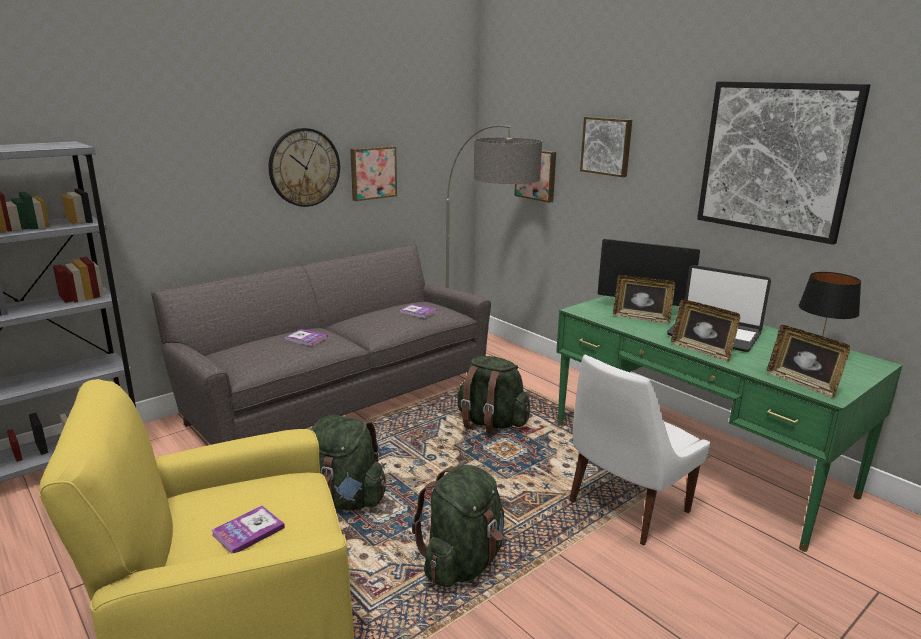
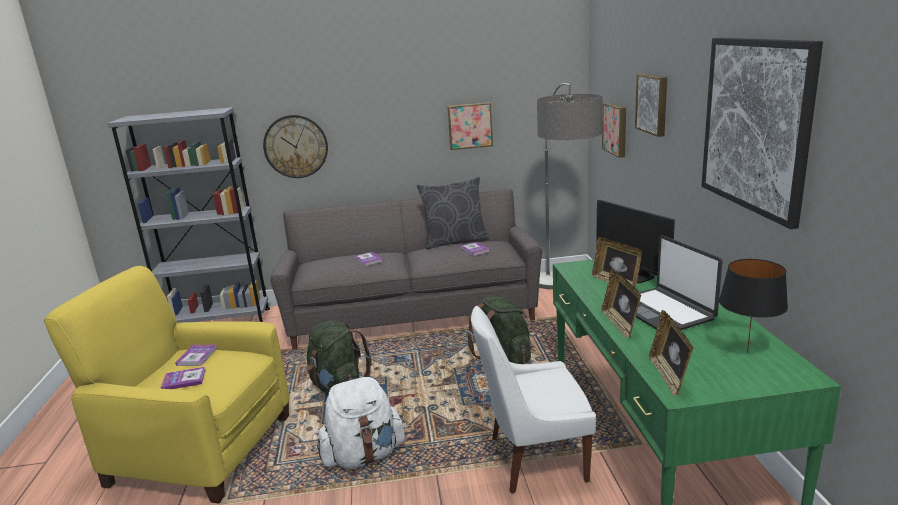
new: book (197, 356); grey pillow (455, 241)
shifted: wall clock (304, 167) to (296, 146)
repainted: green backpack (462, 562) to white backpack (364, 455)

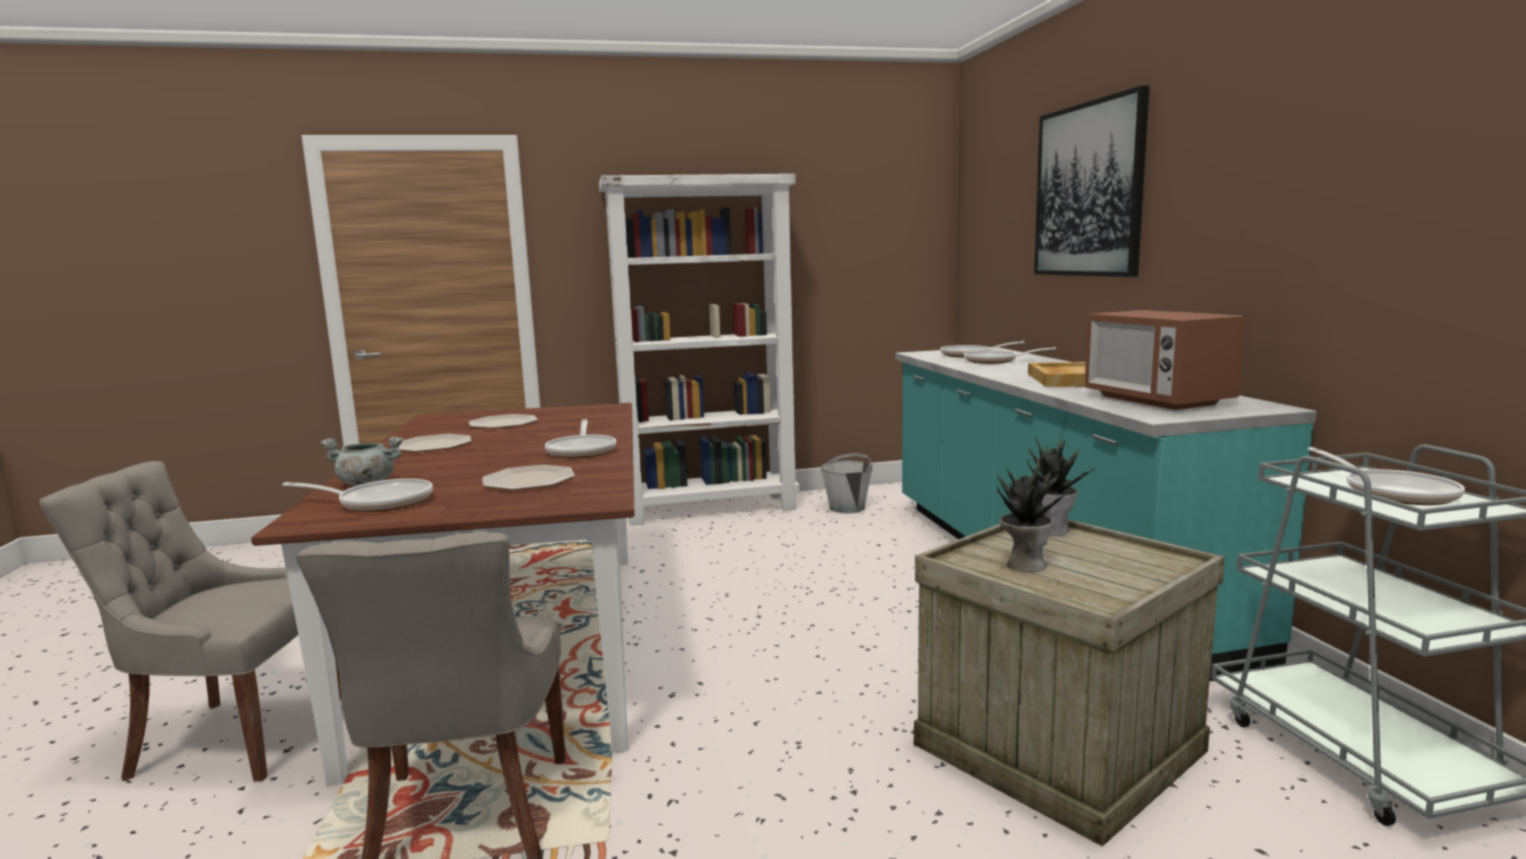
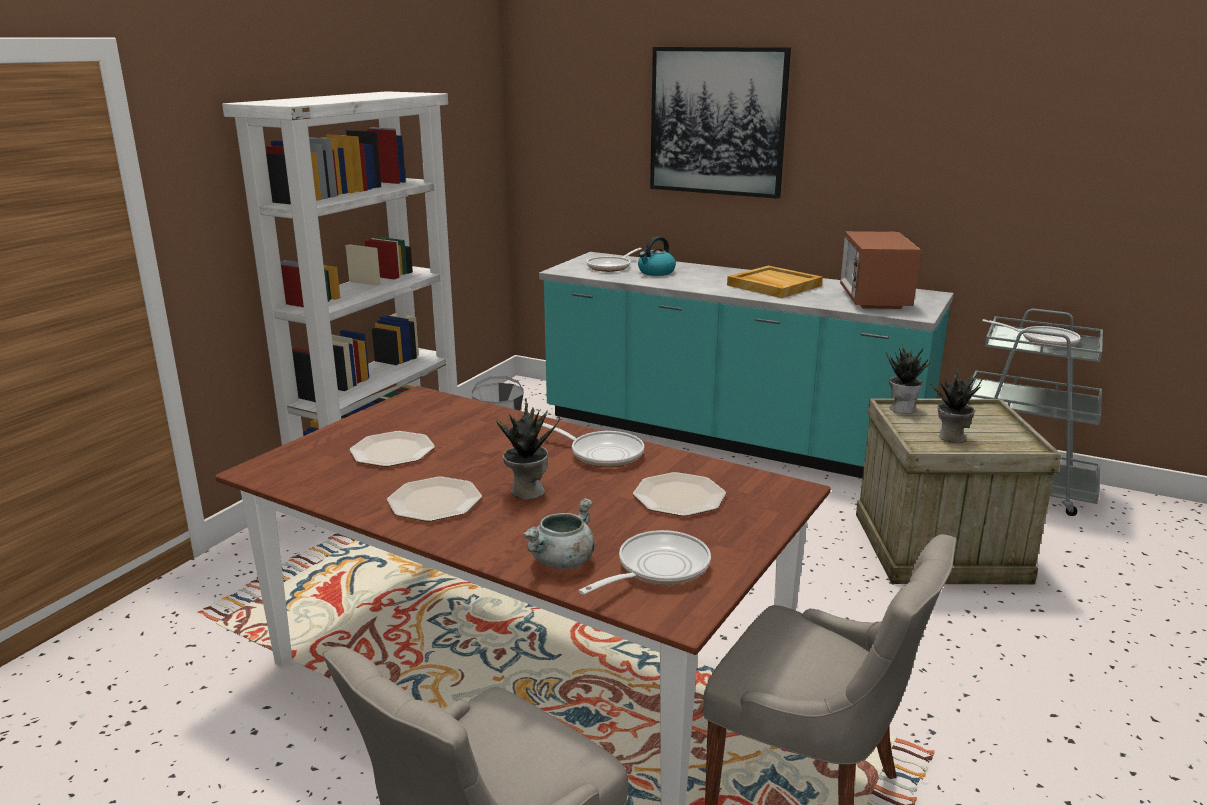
new: potted plant (526, 491)
swapped: frying pan (995, 361) to kettle (656, 272)
rotated: microwave (1156, 400) = (873, 299) 75 degrees clockwise

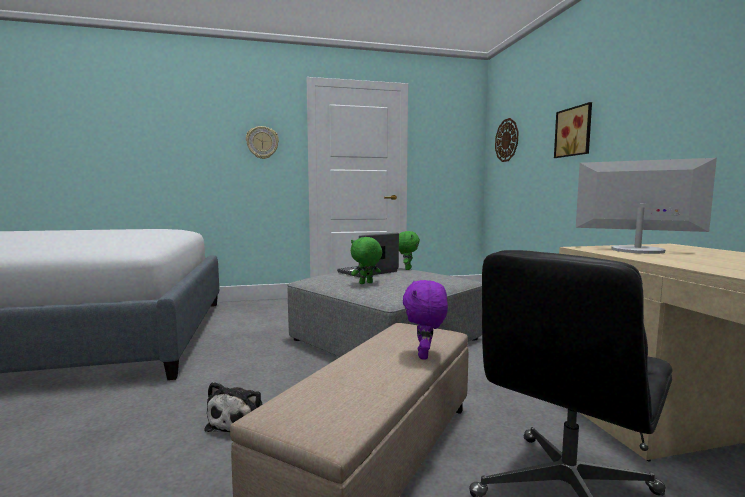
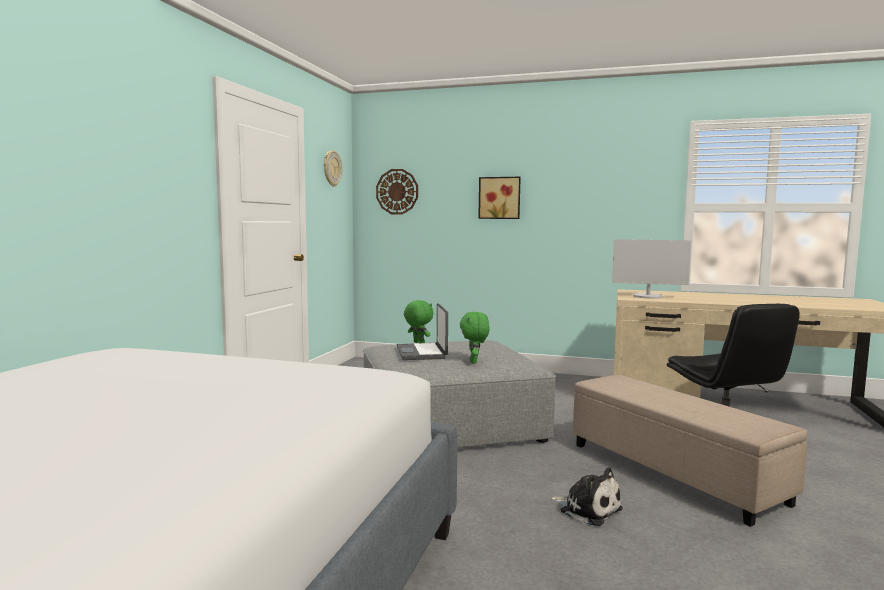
gone: purple plush toy (425, 355)
shifted: wall clock (262, 142) to (331, 168)
rotated: monitor (637, 250) = (648, 296) 135 degrees counterclockwise

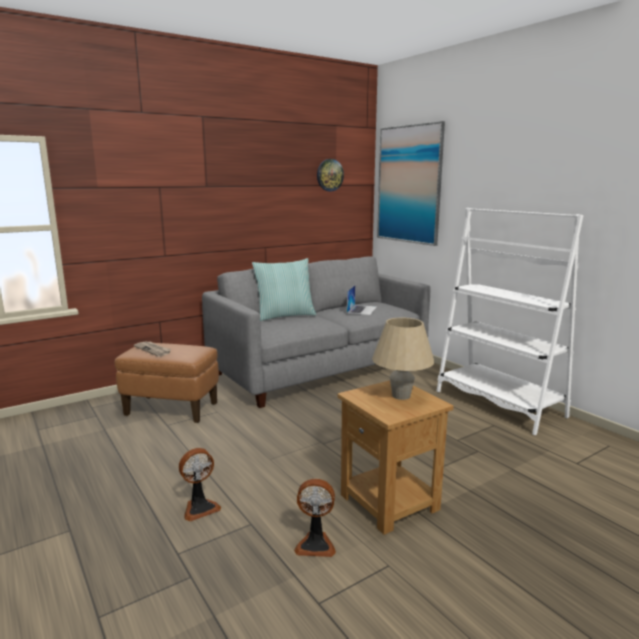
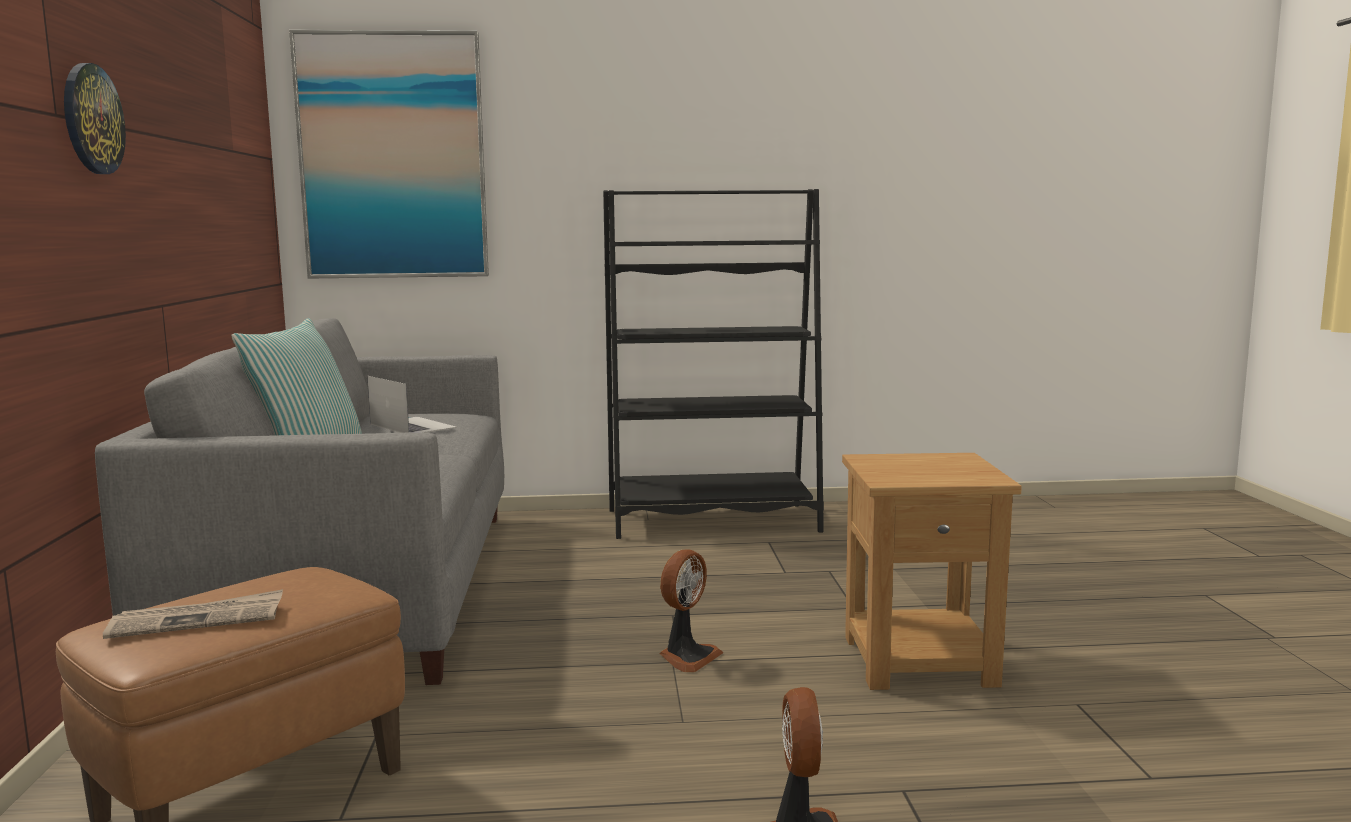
gone: beige table lamp (401, 396)
shifted: fan (315, 544) to (687, 657); wall clock (329, 175) to (92, 119)
repainted: white bookcase (499, 404) to black bookcase (712, 521)

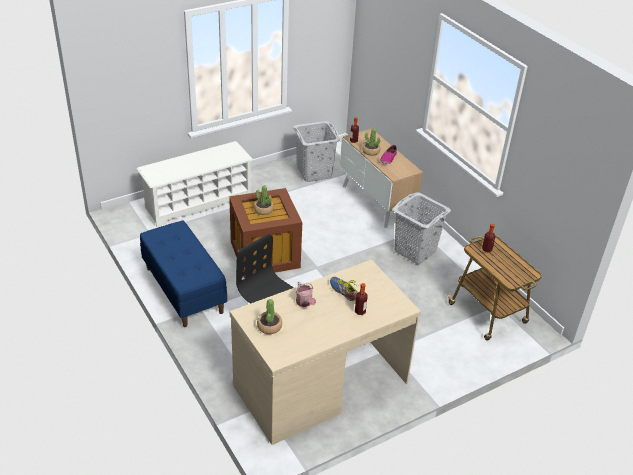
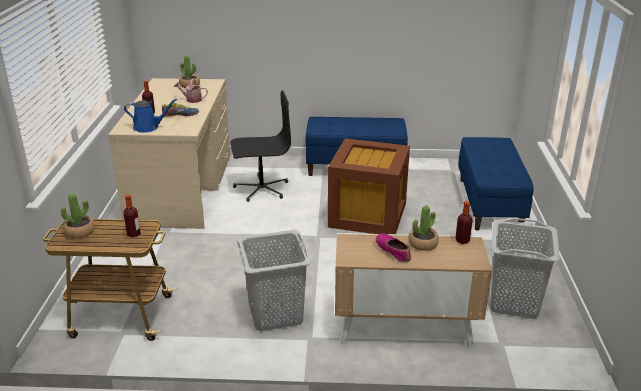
new: blue watering can (148, 127)
shifted: potted plant (263, 210) to (80, 232)
swapped: white shoe rack (198, 203) to blue bench (490, 204)

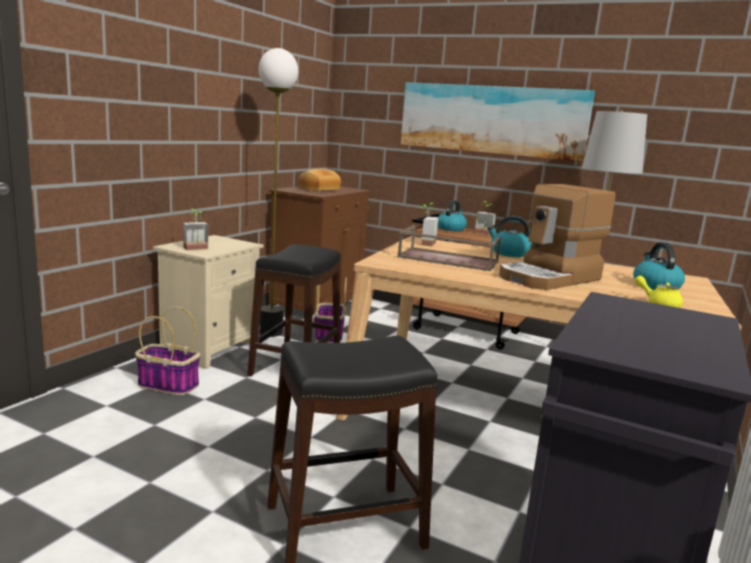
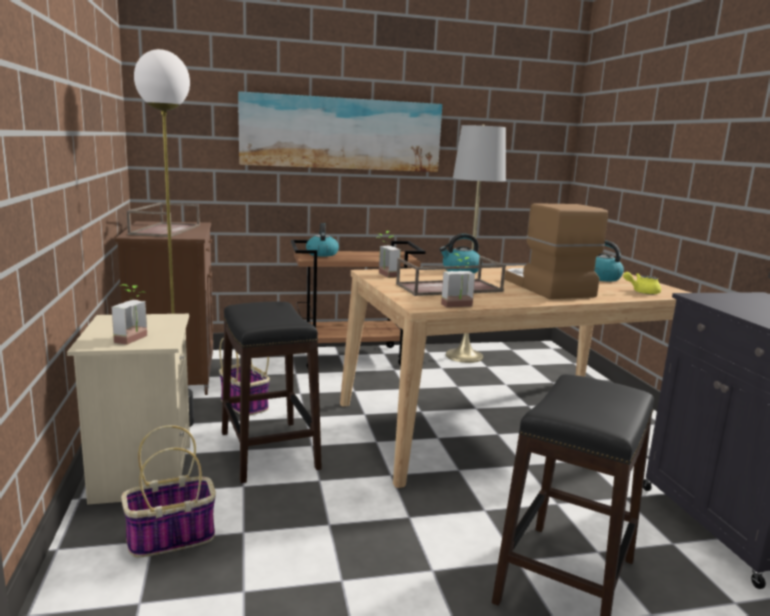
shifted: potted plant (483, 233) to (459, 306)
swapped: bread (318, 189) to brown tray (165, 230)
rotated: coffee machine (550, 278) = (546, 287) 150 degrees clockwise

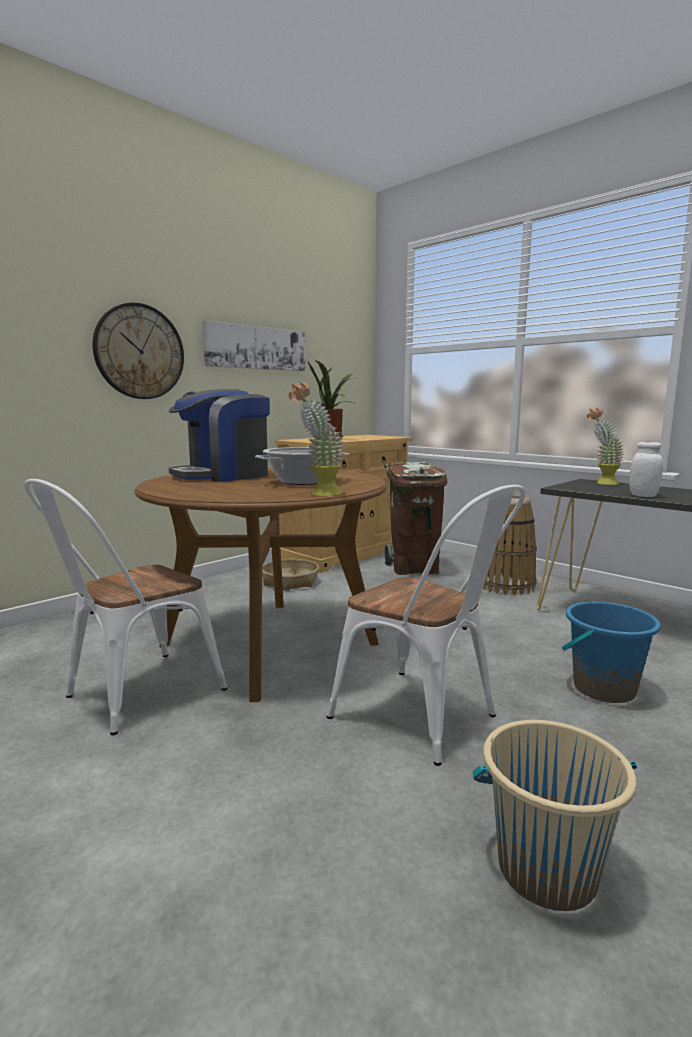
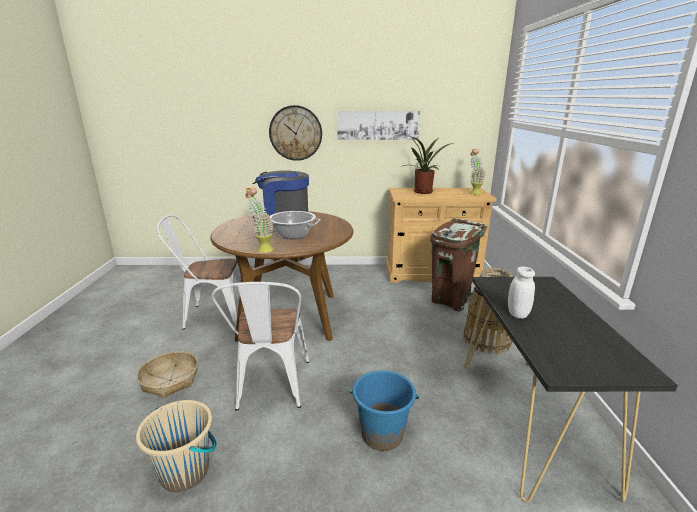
shifted: basket (290, 582) to (170, 380); potted plant (601, 483) to (473, 193)

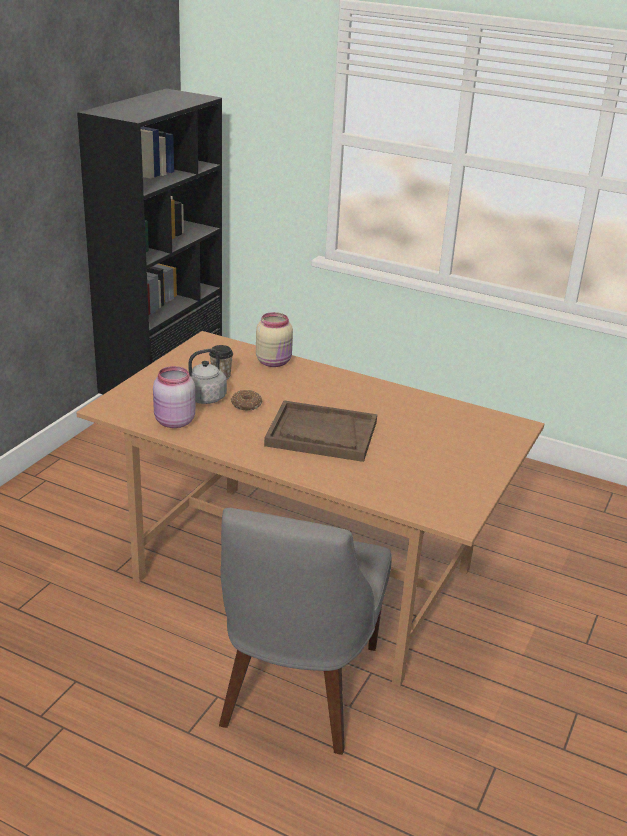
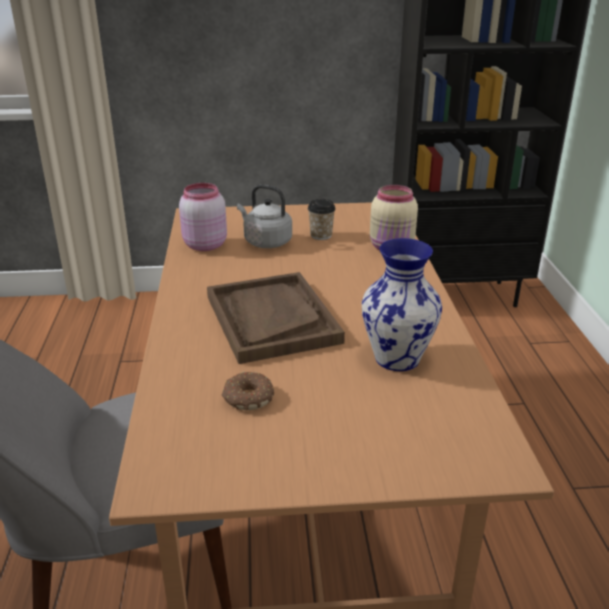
new: vase (397, 358)
shifted: donut (246, 405) to (247, 398)

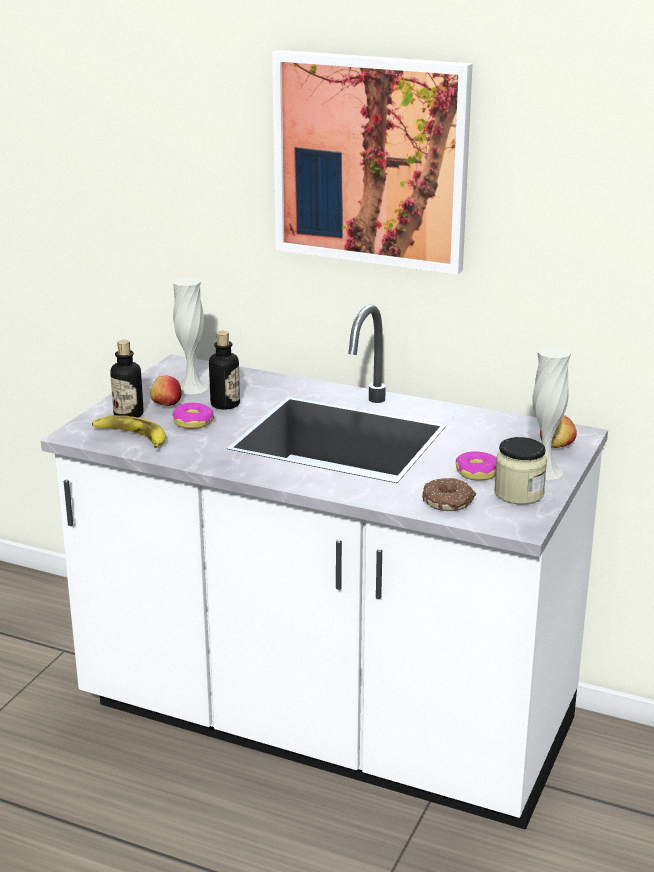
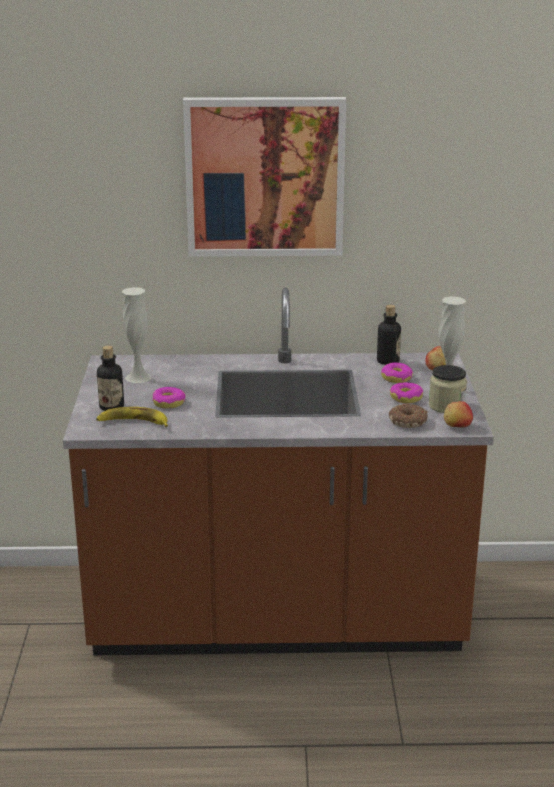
new: donut (396, 378)
shifted: apple (166, 404) to (457, 426); bottle (225, 404) to (388, 361)
repainted: white counter (327, 722) to brown counter (277, 619)

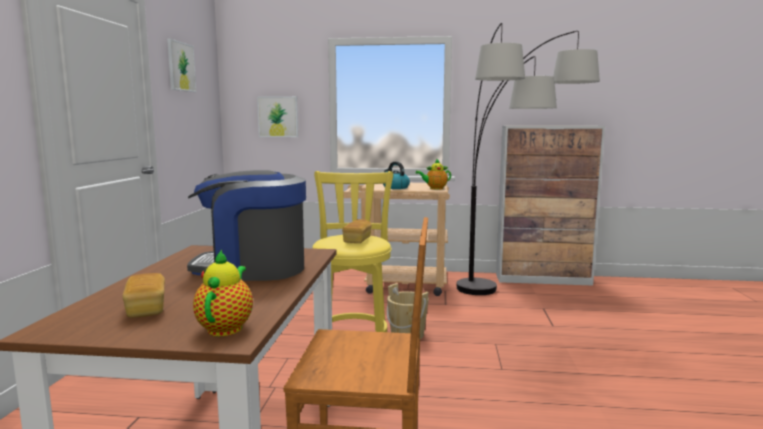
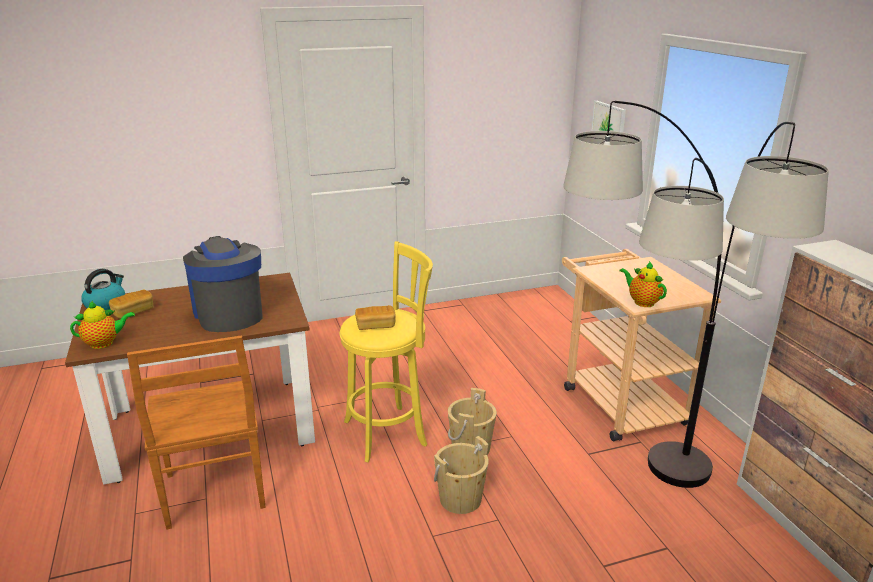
gone: picture (181, 66)
new: beige bucket (460, 499)
shifted: kettle (395, 187) to (106, 304)

